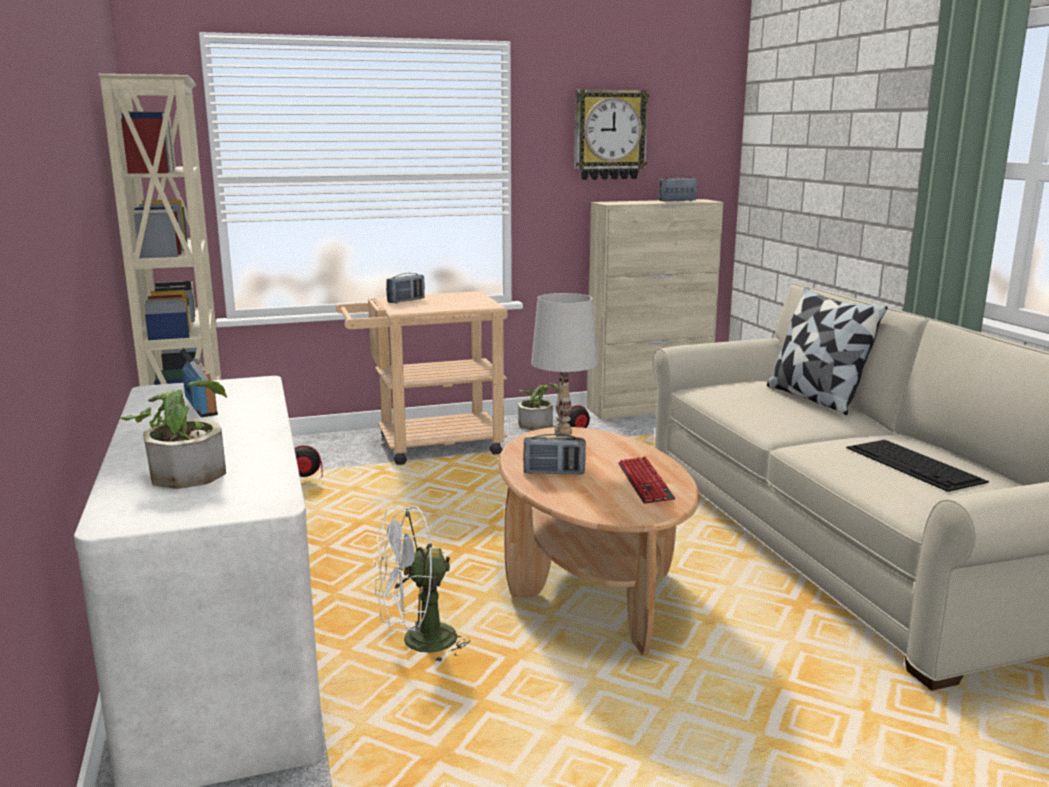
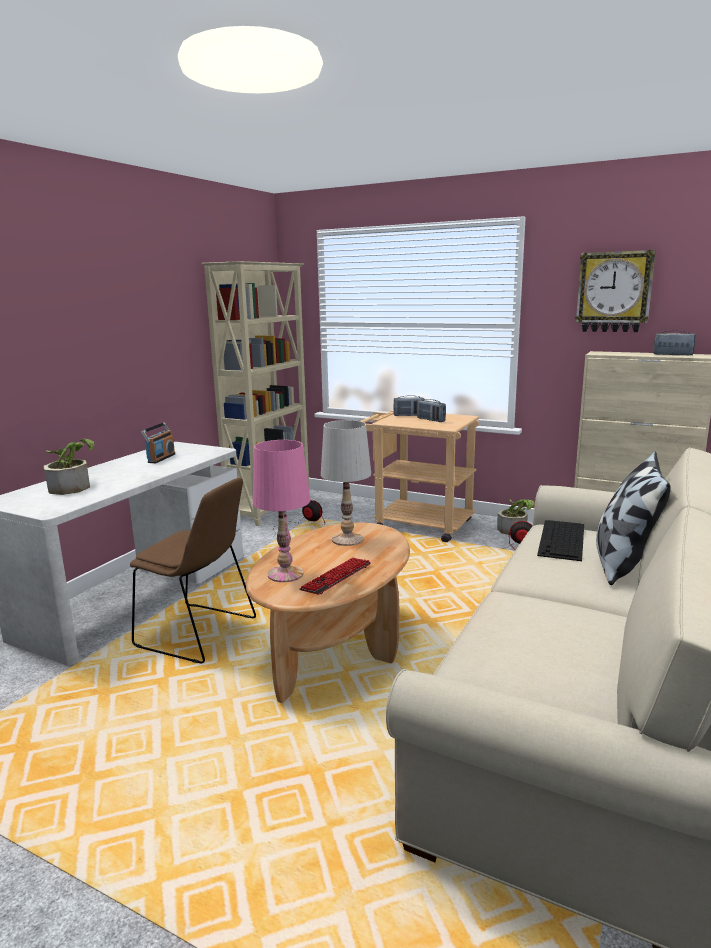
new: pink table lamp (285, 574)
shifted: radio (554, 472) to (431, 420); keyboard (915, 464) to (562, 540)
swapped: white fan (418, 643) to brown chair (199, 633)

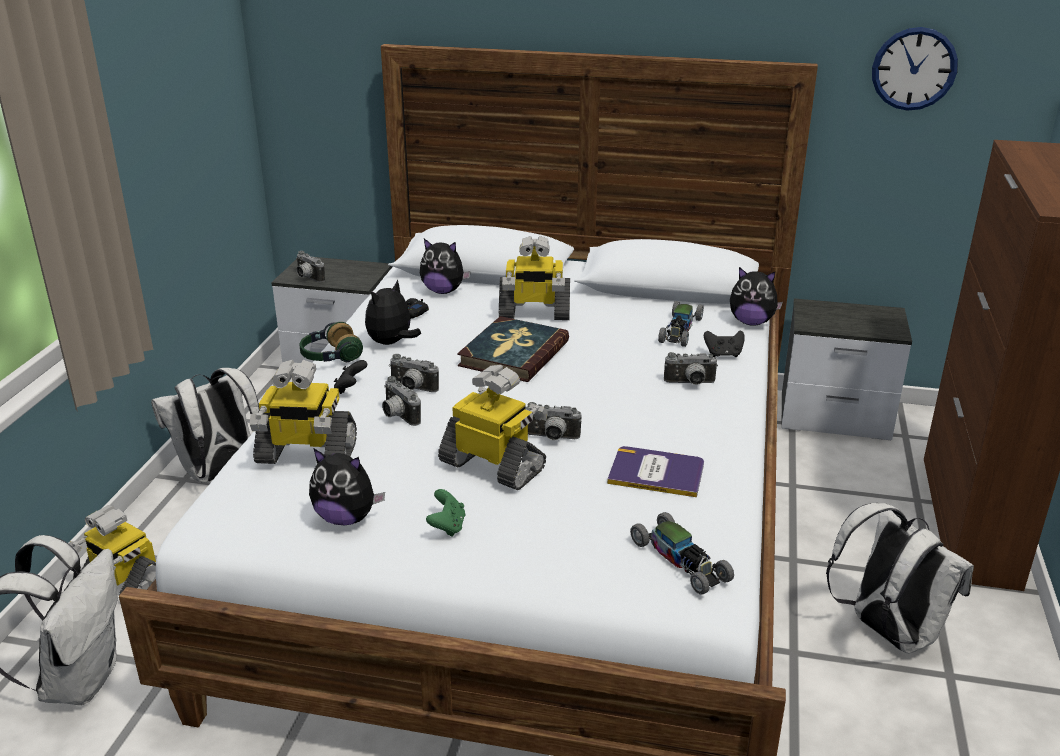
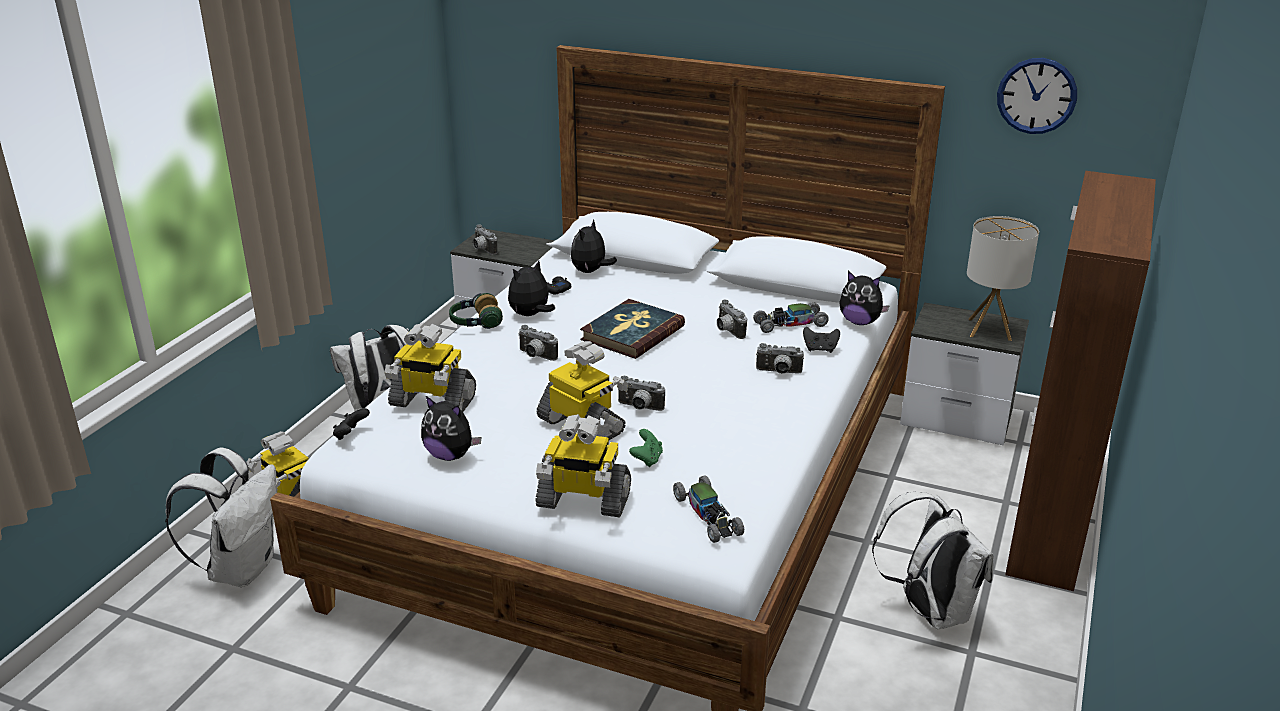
gone: book (656, 473)
new: table lamp (989, 329)
shifted: black game controller (350, 388) to (351, 435); photo camera (397, 416) to (727, 331); green game controller (447, 526) to (647, 459); toy robot (534, 313) to (582, 501)
rotated: plush toy (443, 291) = (590, 271) 90 degrees clockwise; toy car (680, 330) = (790, 324) 45 degrees clockwise

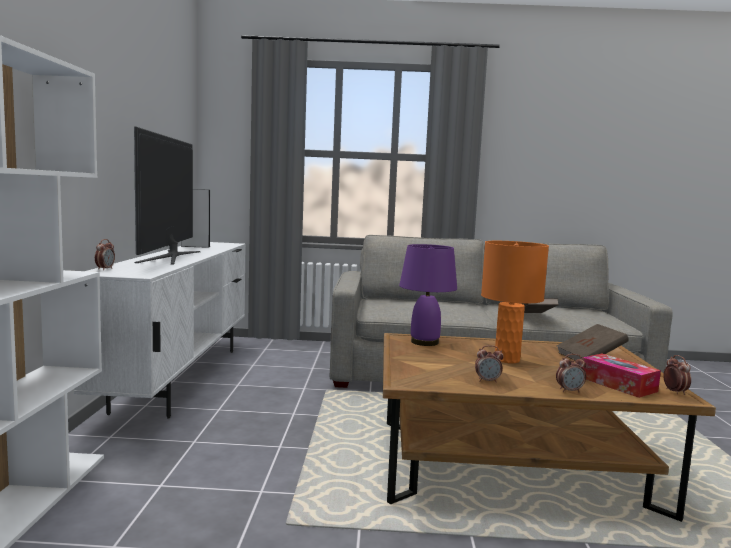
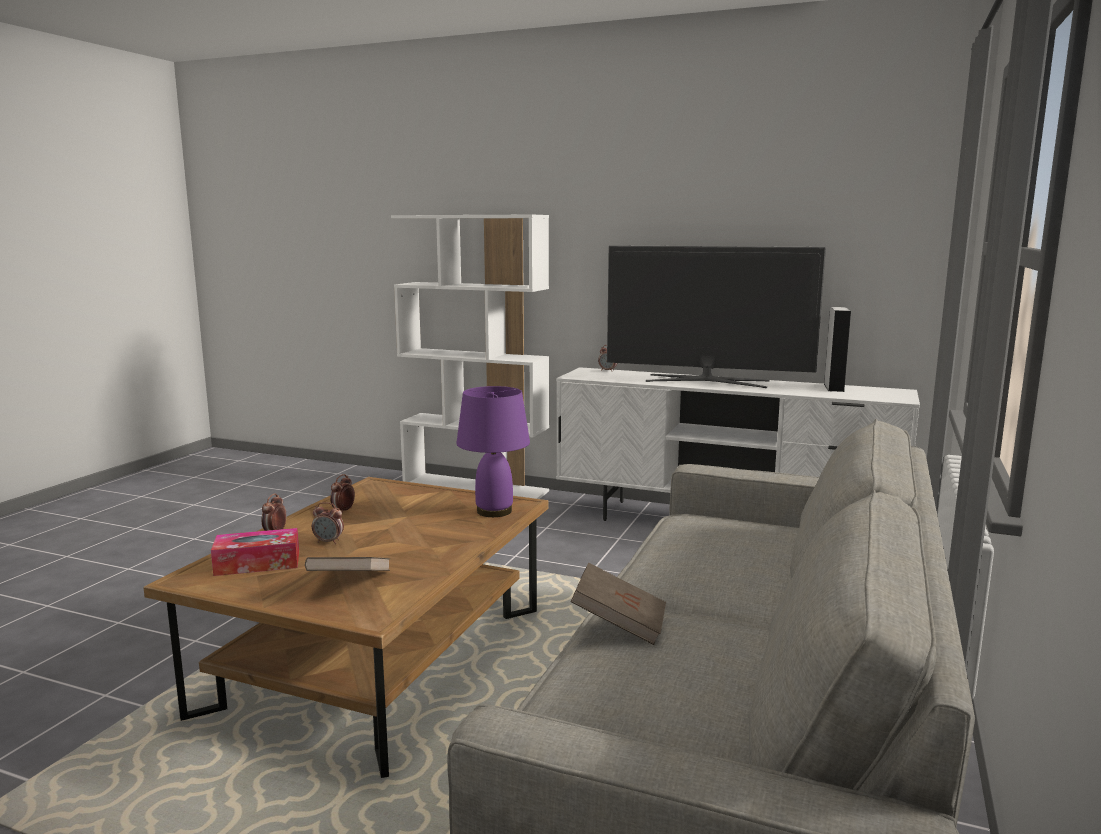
gone: orange table lamp (507, 359)
shifted: alarm clock (675, 392) to (329, 542)

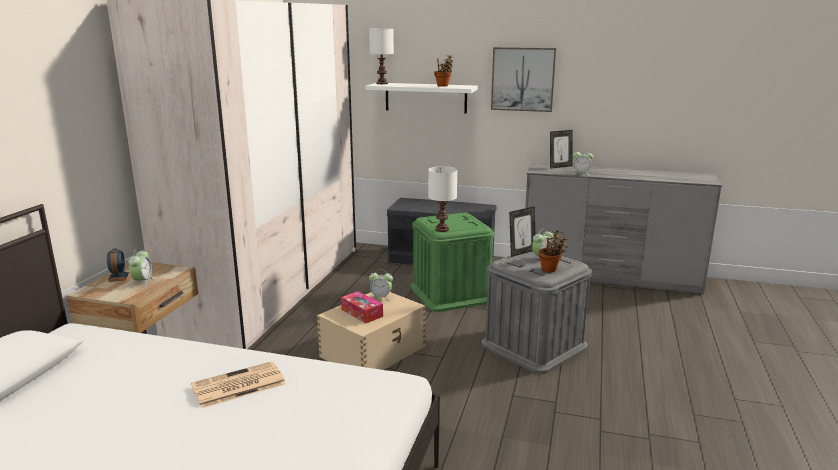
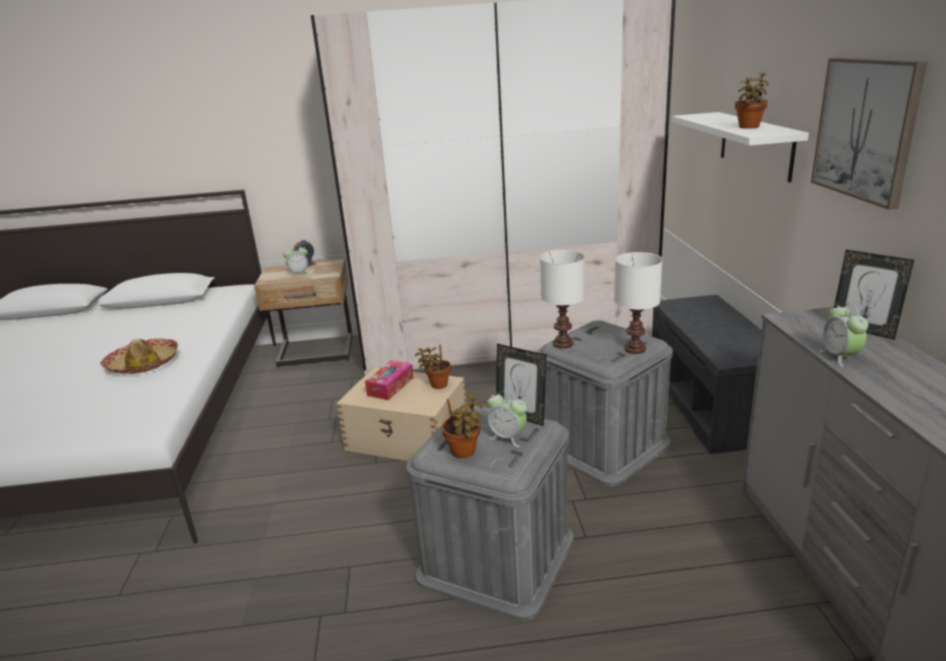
shifted: white table lamp (381, 83) to (635, 349)
swapped: newspaper (237, 386) to hat (143, 364); alarm clock (381, 297) to potted plant (437, 385)
repainted: green storage box (451, 293) to grey storage box (602, 444)

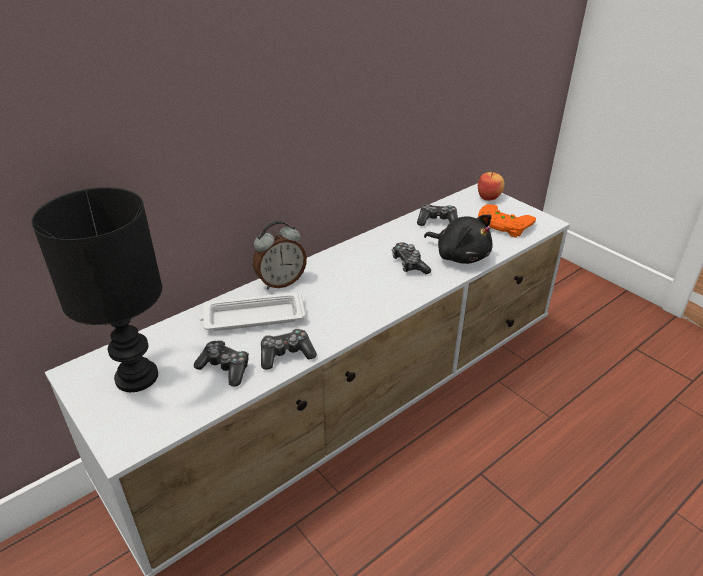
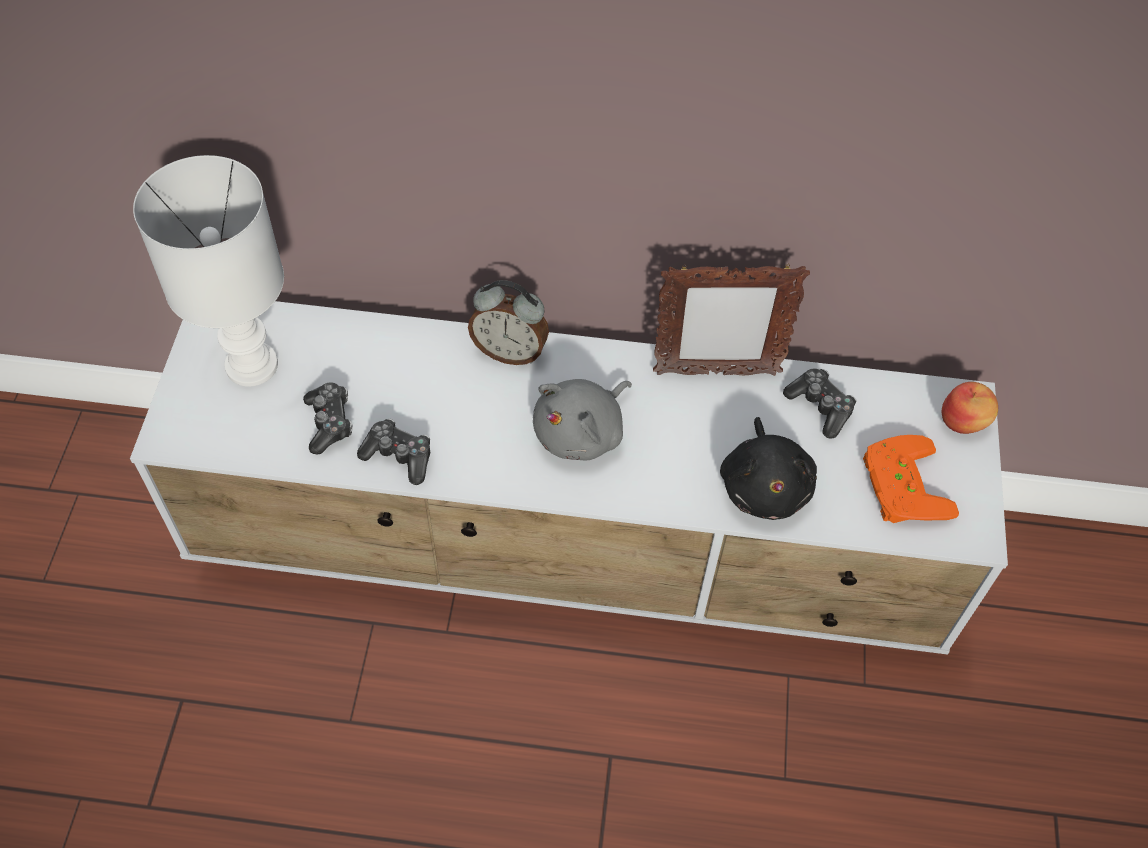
gone: white tray (252, 317); game controller (409, 264)
new: grey plush toy (582, 432); picture frame (715, 373)
repainted: black table lamp (137, 376) to white table lamp (253, 364)

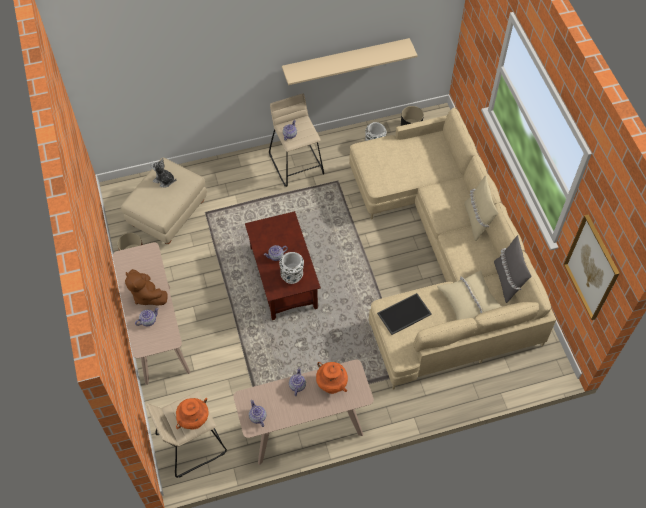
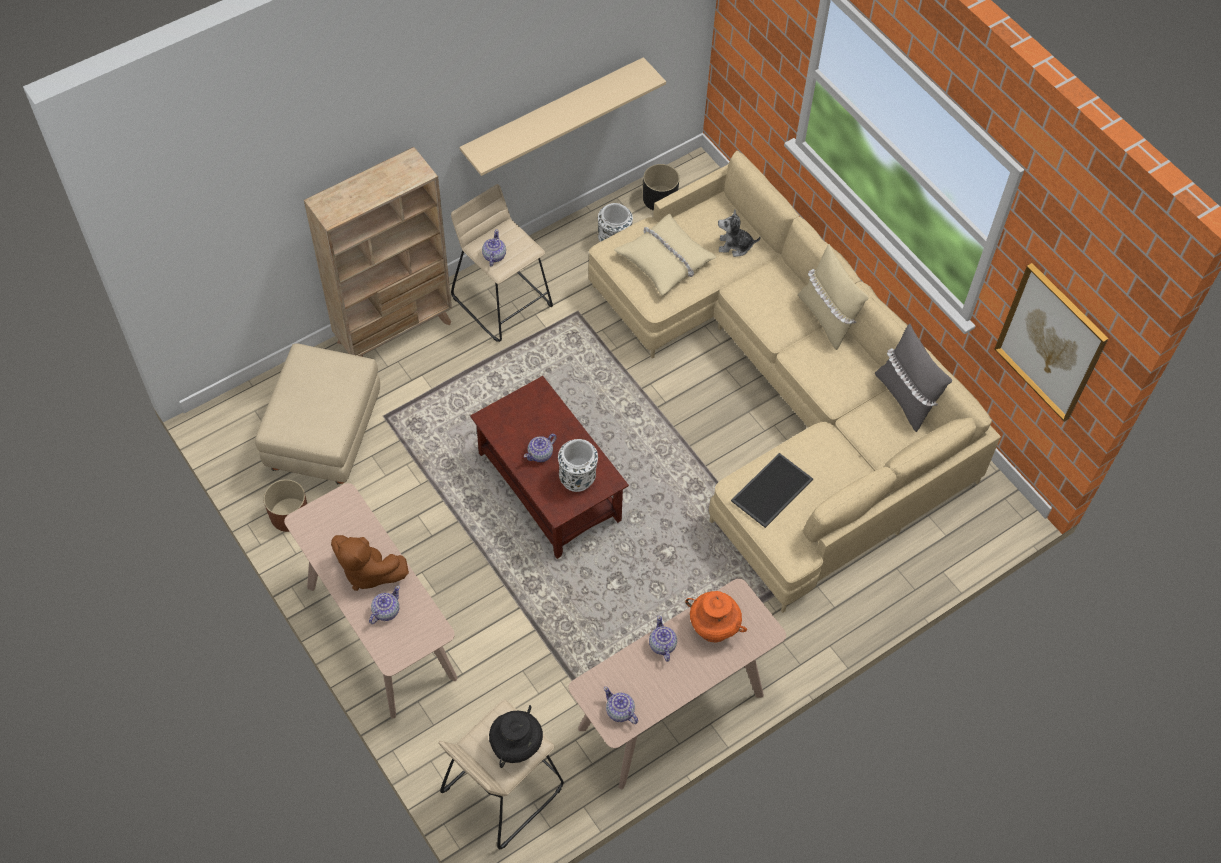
new: beige bookcase (395, 332)
shifted: plush toy (164, 180) to (735, 246); beige pillow (469, 301) to (665, 260)
repainted: orange vase (193, 419) to black vase (516, 746)

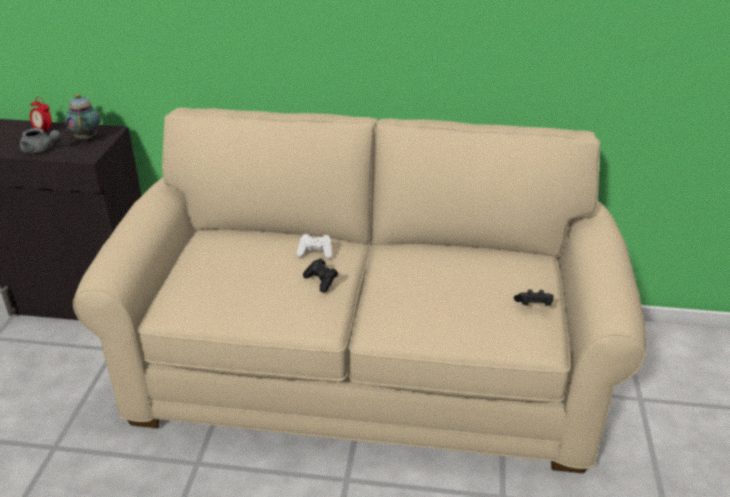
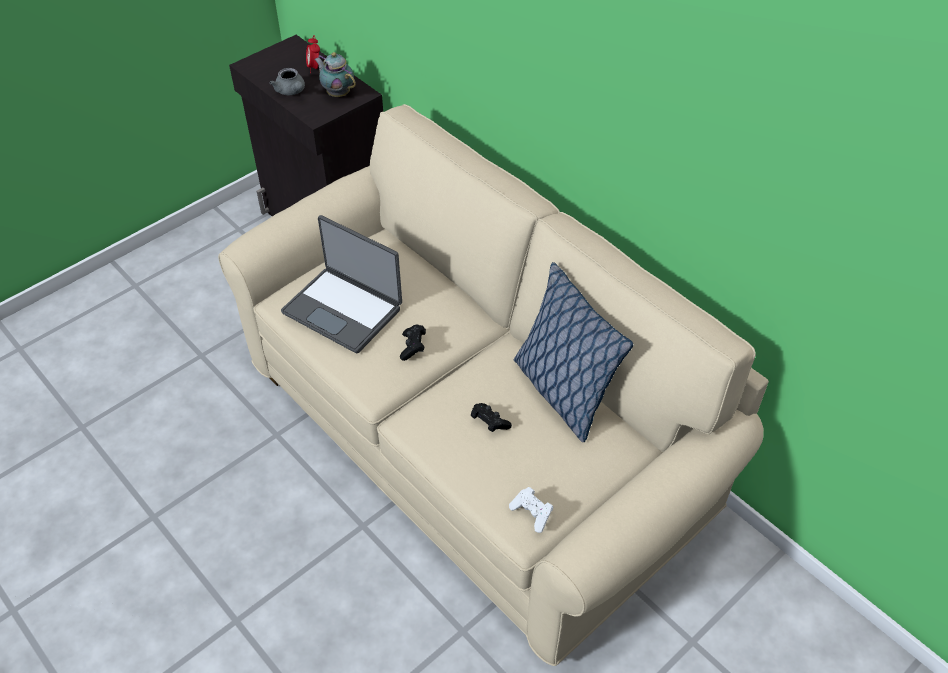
new: laptop (344, 309); pillow (562, 391)
shifted: white game controller (315, 253) to (532, 513); black game controller (534, 306) to (489, 422)
rotated: teapot (87, 137) = (337, 93) 75 degrees counterclockwise

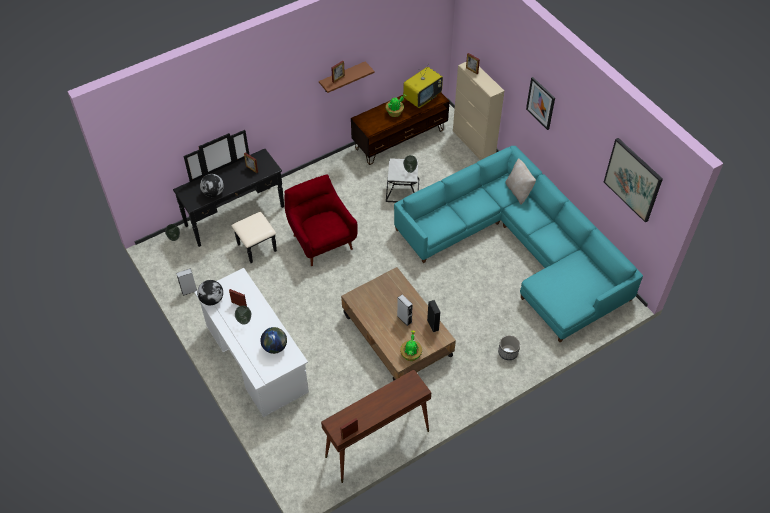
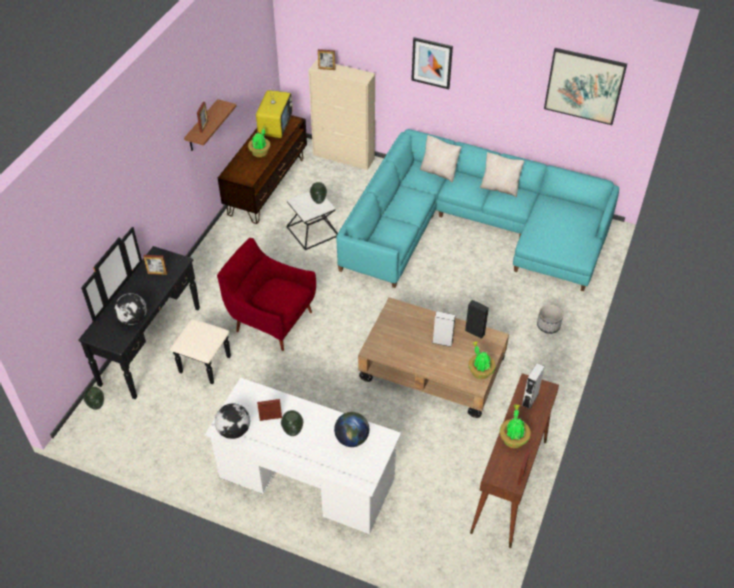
new: beige pillow (500, 188); potted plant (513, 438)
shifted: grey speaker (189, 291) to (530, 399)

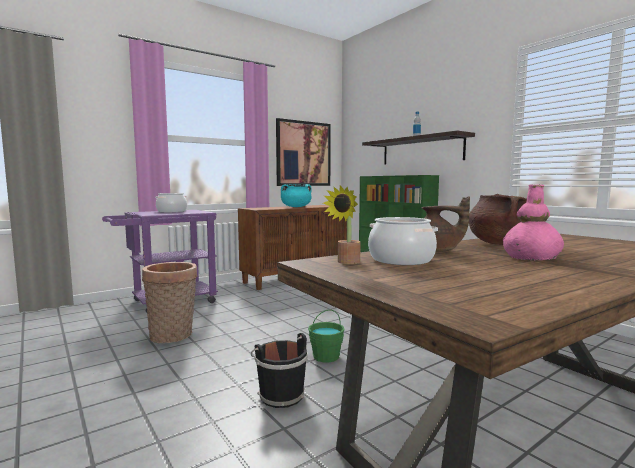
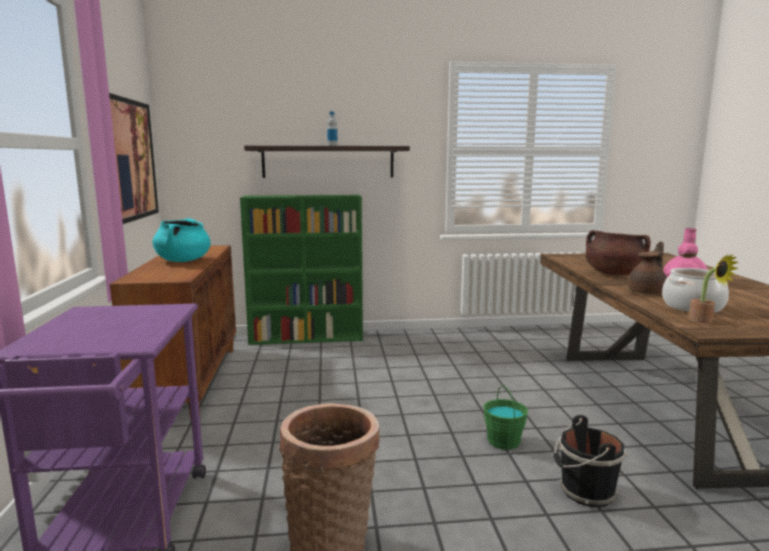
gone: cooking pot (171, 211)

